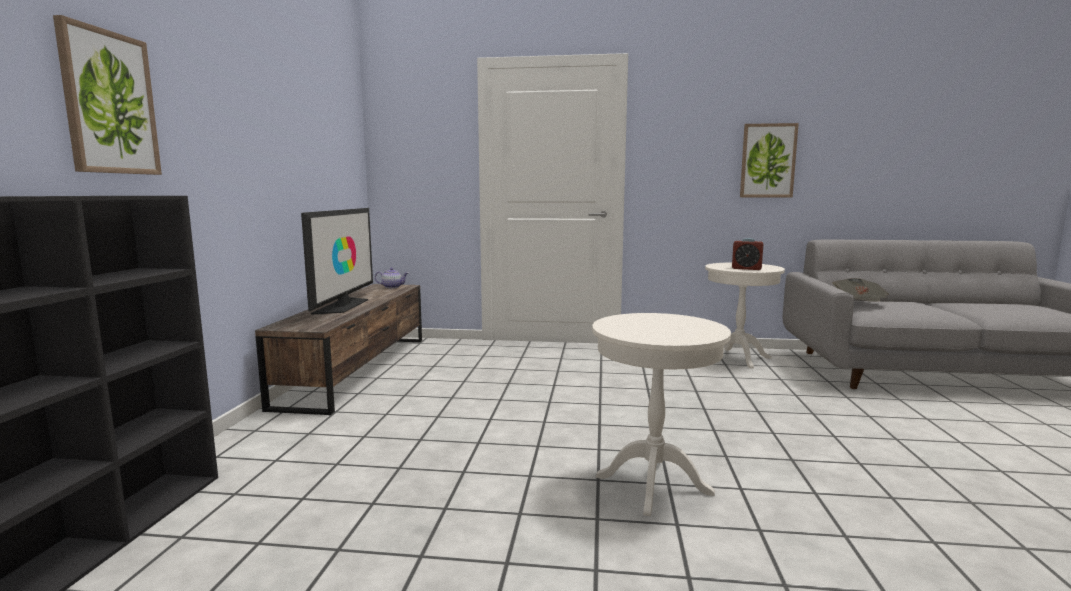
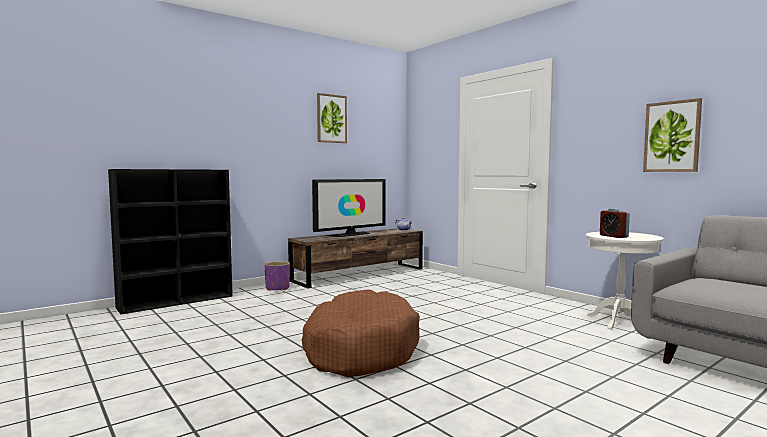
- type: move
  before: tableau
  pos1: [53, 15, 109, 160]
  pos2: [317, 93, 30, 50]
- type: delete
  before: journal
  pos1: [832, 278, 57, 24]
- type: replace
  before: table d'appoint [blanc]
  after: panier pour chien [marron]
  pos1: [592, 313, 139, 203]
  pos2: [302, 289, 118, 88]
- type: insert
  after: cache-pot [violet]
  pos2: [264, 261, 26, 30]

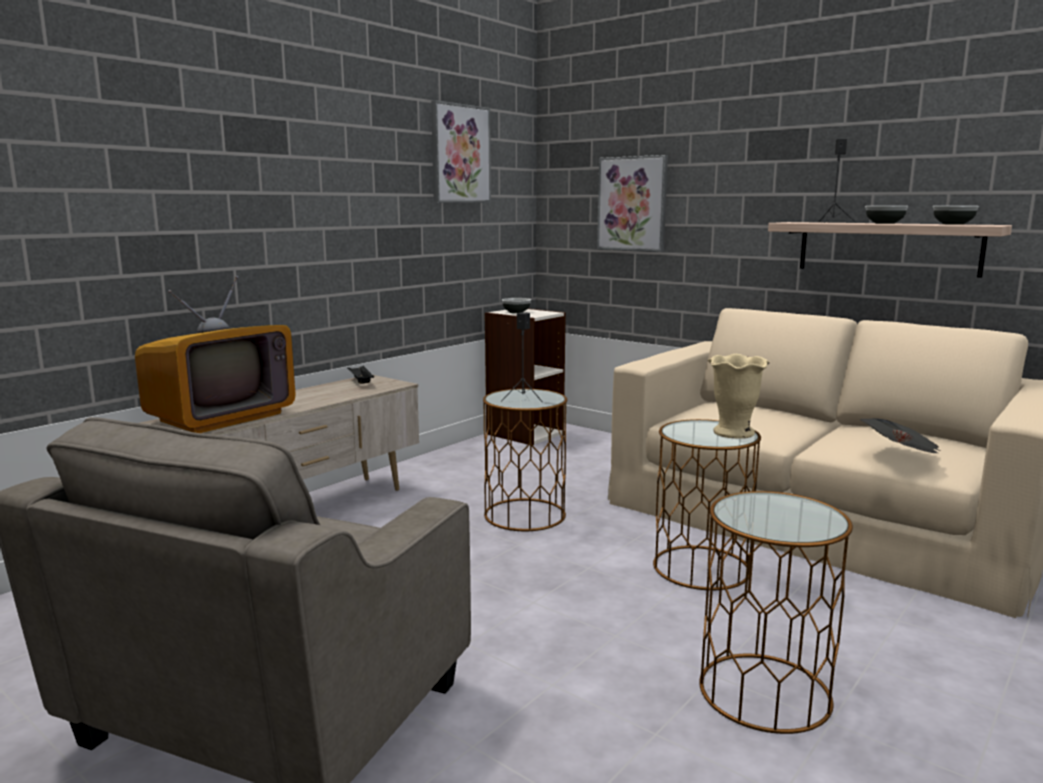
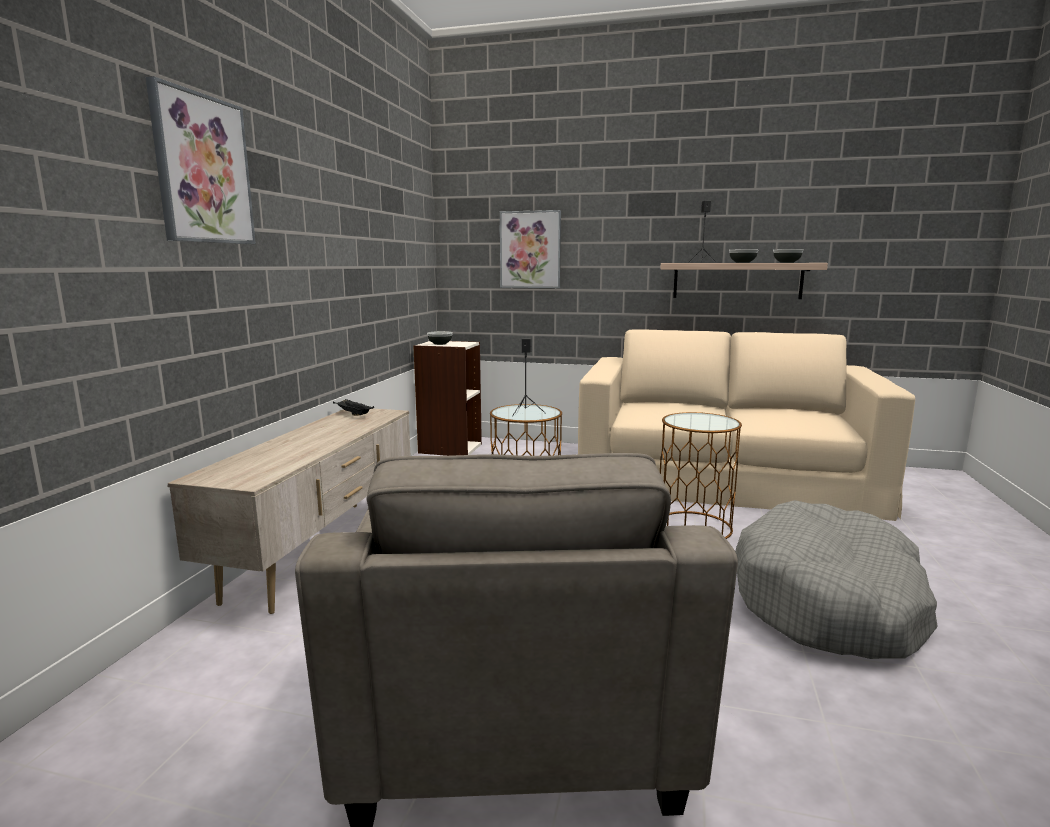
- type: move
  before: tableau
  pos1: [431, 100, 60, 103]
  pos2: [146, 76, 110, 168]
- type: delete
  before: téléviseur
  pos1: [135, 276, 161, 157]
- type: delete
  before: vase [beige]
  pos1: [708, 354, 62, 85]
- type: delete
  before: journal
  pos1: [859, 418, 82, 35]
- type: replace
  before: table d'appoint [marron]
  after: panier pour chien [gris]
  pos1: [699, 491, 154, 243]
  pos2: [735, 500, 203, 159]

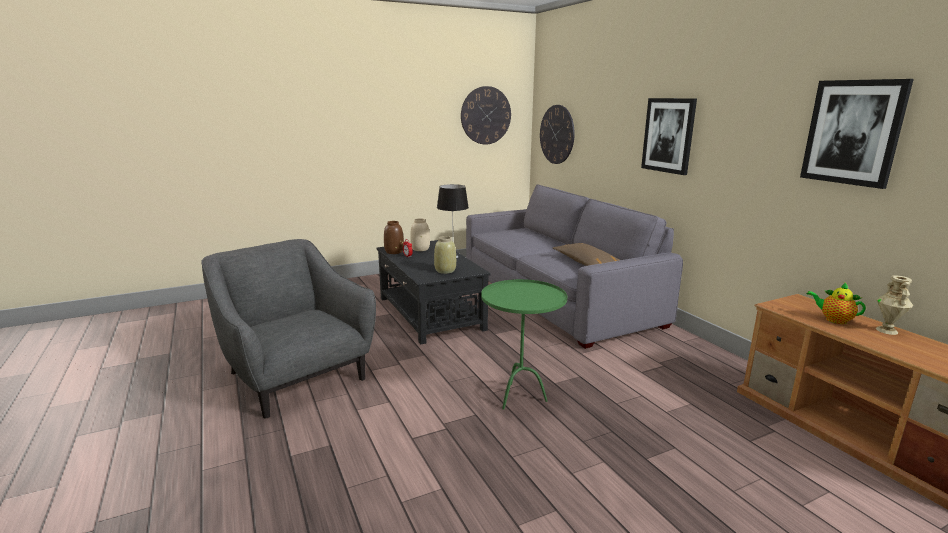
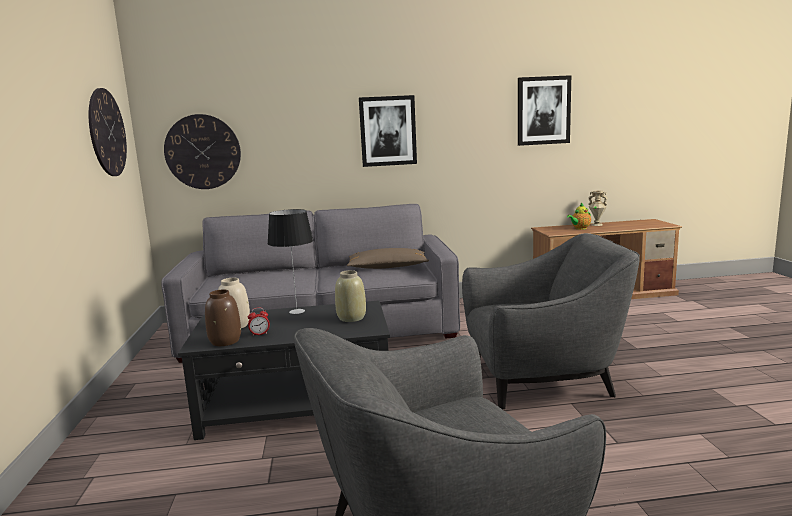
- type: replace
  before: table d'appoint [vert]
  after: fauteuil [gris]
  pos1: [481, 279, 86, 131]
  pos2: [462, 233, 178, 176]

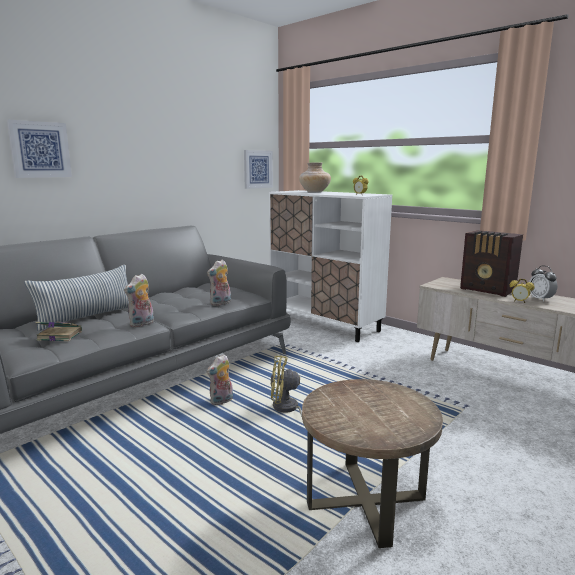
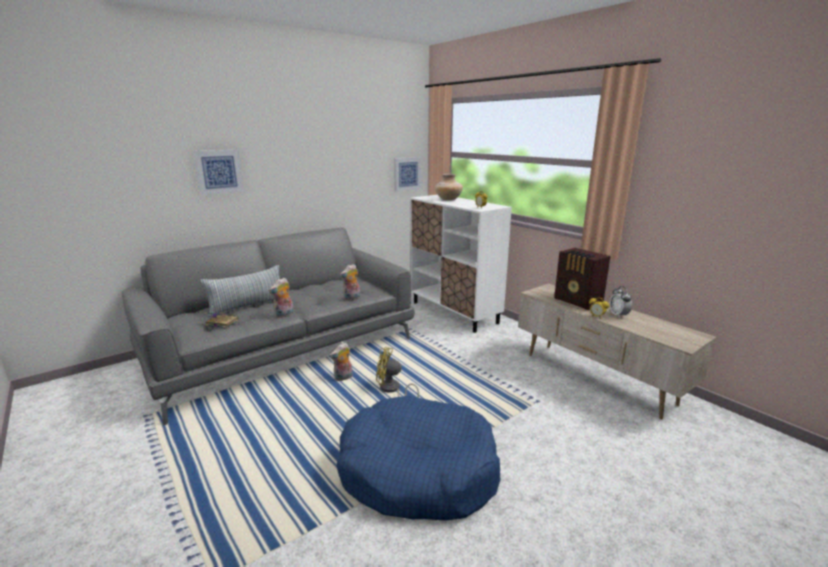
- type: replace
  before: table d'appoint [marron]
  after: panier pour chien [bleu]
  pos1: [302, 379, 141, 169]
  pos2: [336, 396, 164, 125]

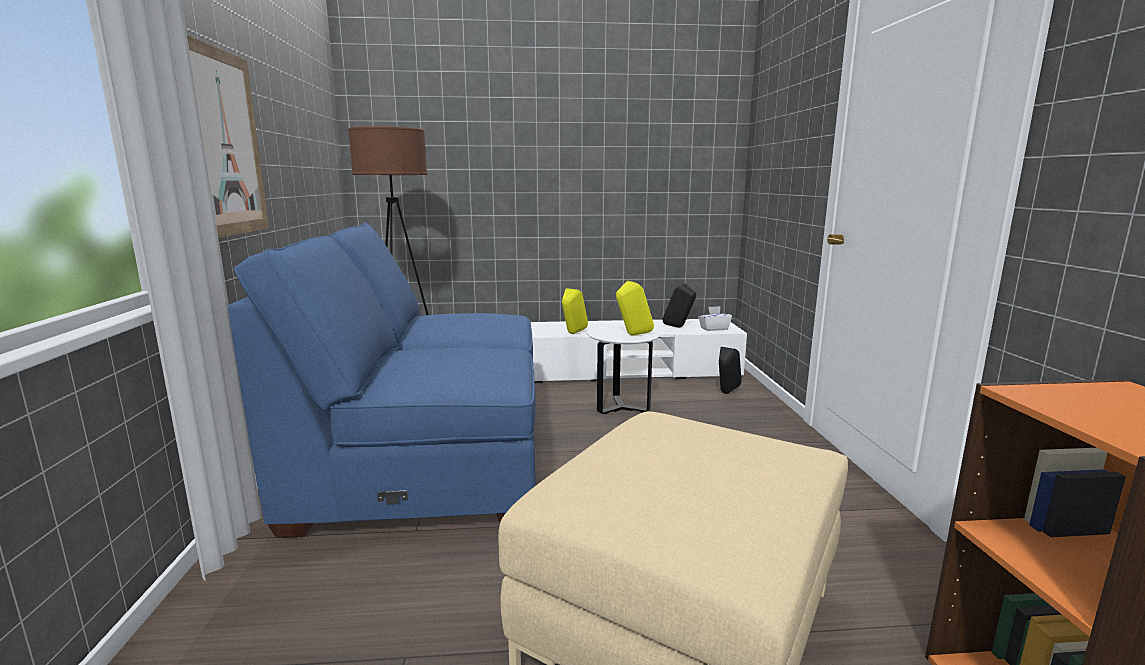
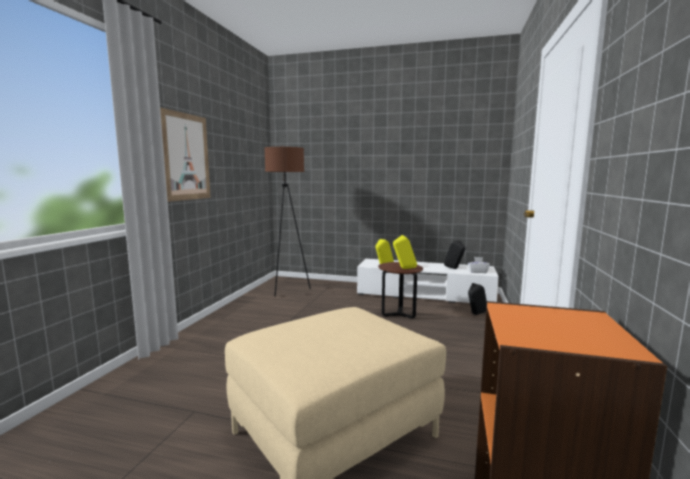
- type: delete
  before: canapé [bleu]
  pos1: [228, 222, 308, 316]
- type: recolor
  before: table d'appoint [blanc]
  after: table d'appoint [marron]
  pos1: [587, 324, 73, 90]
  pos2: [378, 262, 45, 57]

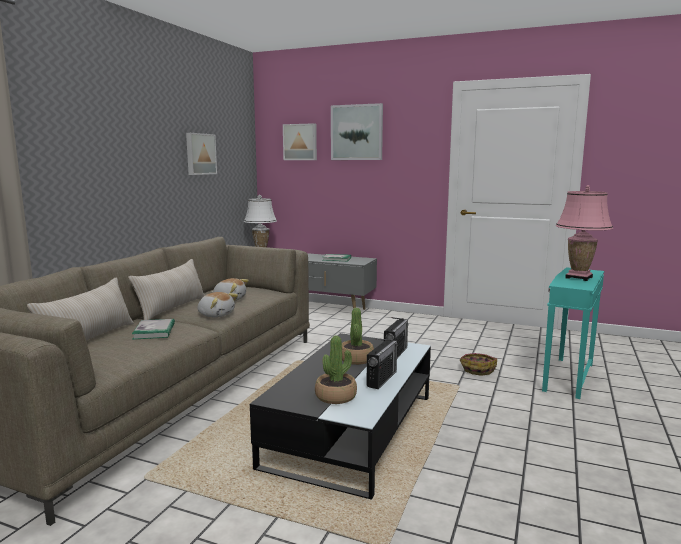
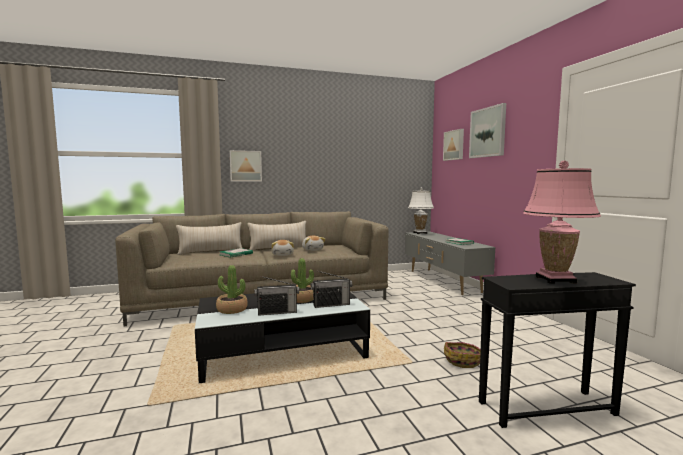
- type: move
  before: tableau
  pos1: [186, 133, 31, 42]
  pos2: [230, 150, 32, 31]
- type: recolor
  before: table d'appoint [turquoise]
  after: table d'appoint [noir]
  pos1: [542, 267, 62, 132]
  pos2: [479, 272, 157, 156]

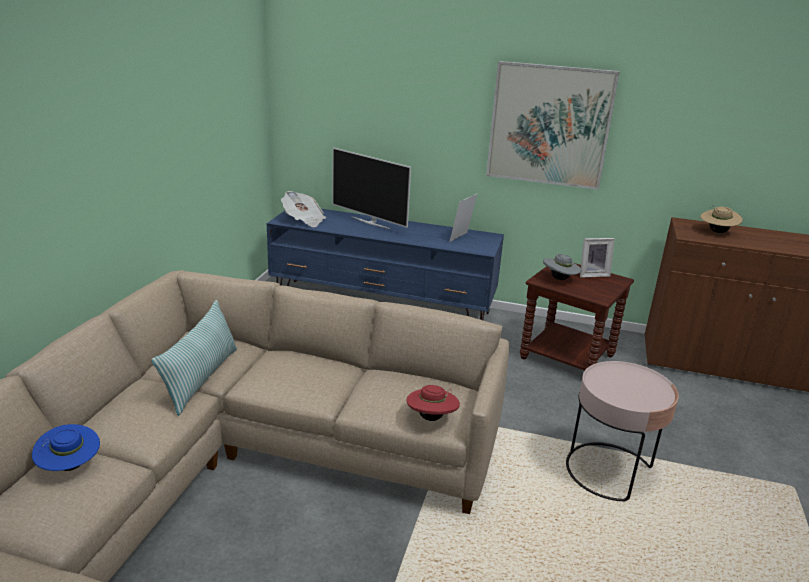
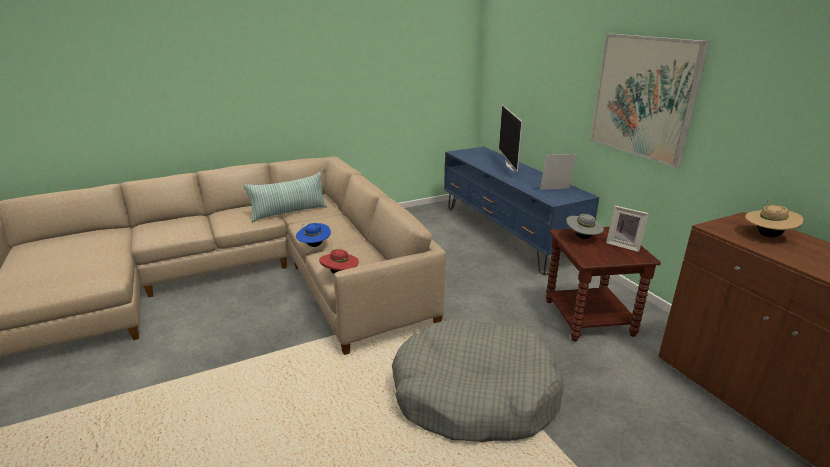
- type: delete
  before: journal
  pos1: [281, 191, 45, 36]
- type: replace
  before: table d'appoint [rose]
  after: panier pour chien [gris]
  pos1: [566, 361, 113, 140]
  pos2: [392, 319, 172, 123]
- type: move
  before: chapeau [bleu]
  pos1: [32, 424, 68, 47]
  pos2: [296, 223, 35, 24]

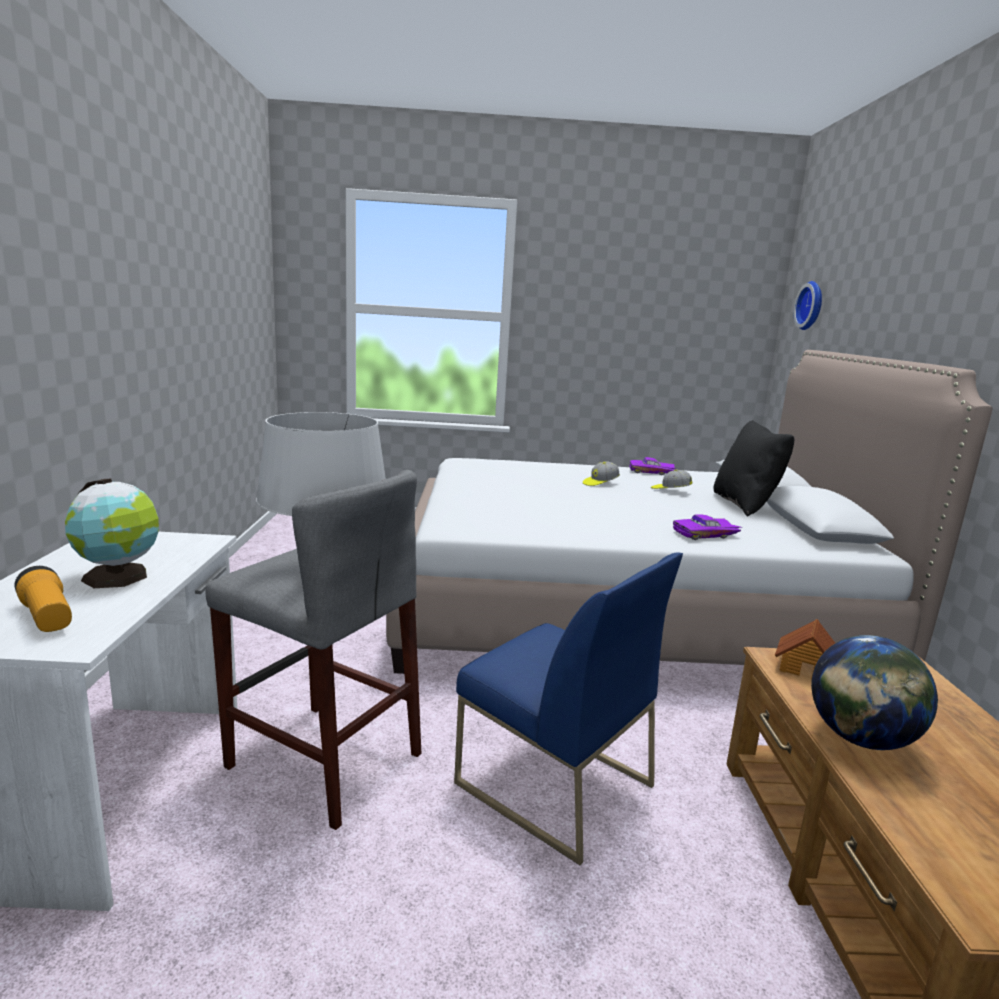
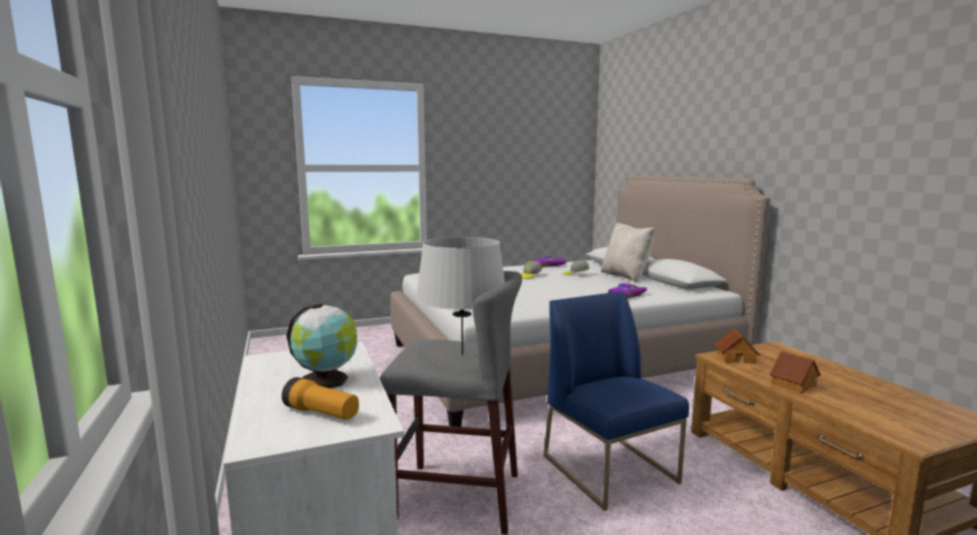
- type: delete
  before: horloge murale
  pos1: [793, 281, 29, 49]
- type: recolor
  before: coussin [noir]
  after: coussin [beige]
  pos1: [713, 420, 82, 97]
  pos2: [601, 222, 54, 60]
- type: rotate
  before: chaise [bleu]
  pos1: [454, 552, 229, 313]
  pos2: [544, 291, 145, 220]
  turn: -135
- type: replace
  before: globe
  after: maison miniature
  pos1: [811, 635, 127, 115]
  pos2: [770, 351, 51, 43]

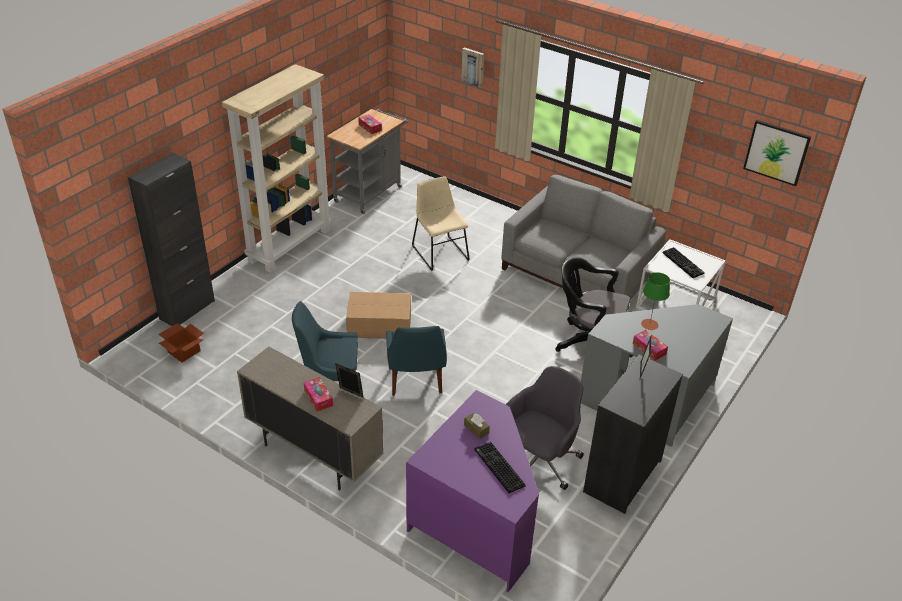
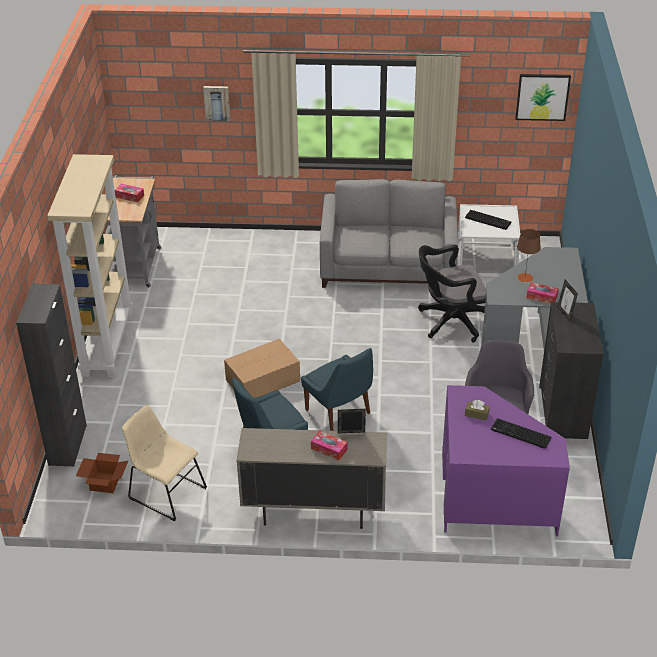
- type: move
  before: chaise [beige]
  pos1: [412, 176, 57, 95]
  pos2: [122, 405, 85, 117]
- type: recolor
  before: lampe de table [vert]
  after: lampe de table [marron]
  pos1: [641, 272, 29, 58]
  pos2: [517, 229, 24, 54]

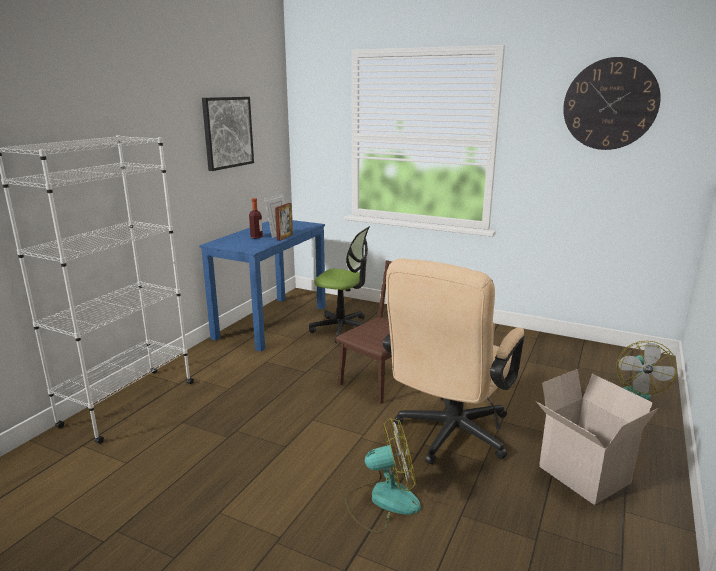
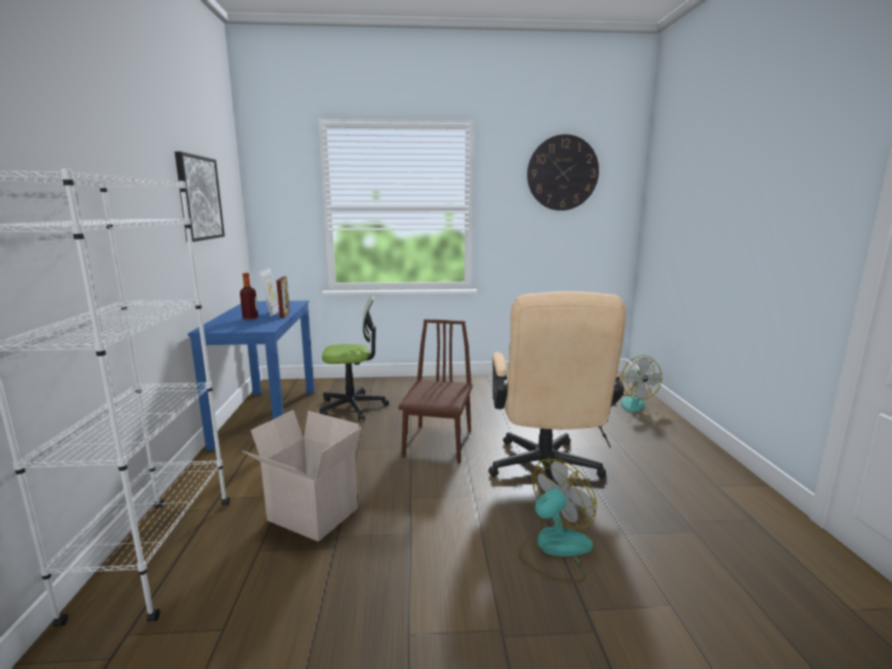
- type: move
  before: carton
  pos1: [536, 369, 122, 136]
  pos2: [242, 410, 119, 132]

